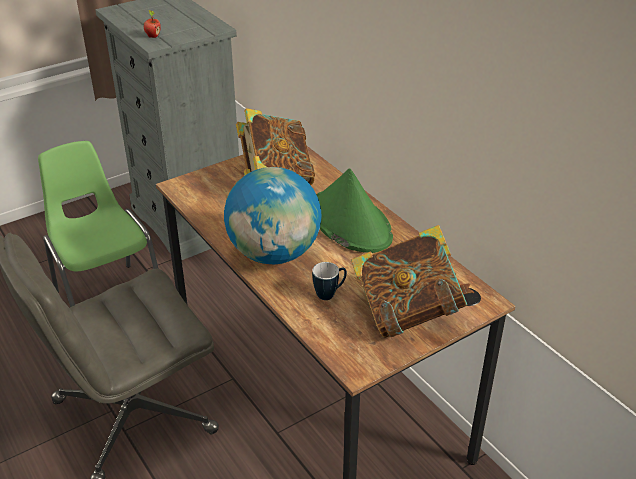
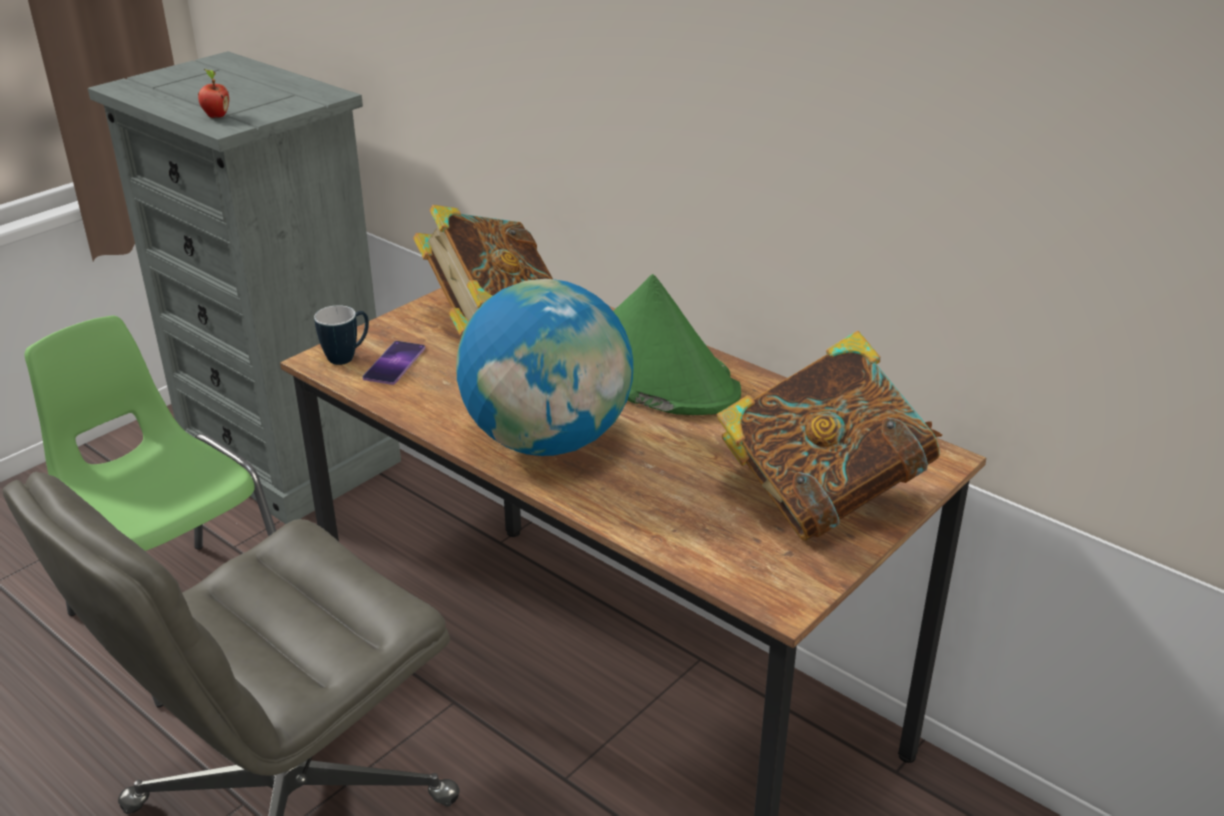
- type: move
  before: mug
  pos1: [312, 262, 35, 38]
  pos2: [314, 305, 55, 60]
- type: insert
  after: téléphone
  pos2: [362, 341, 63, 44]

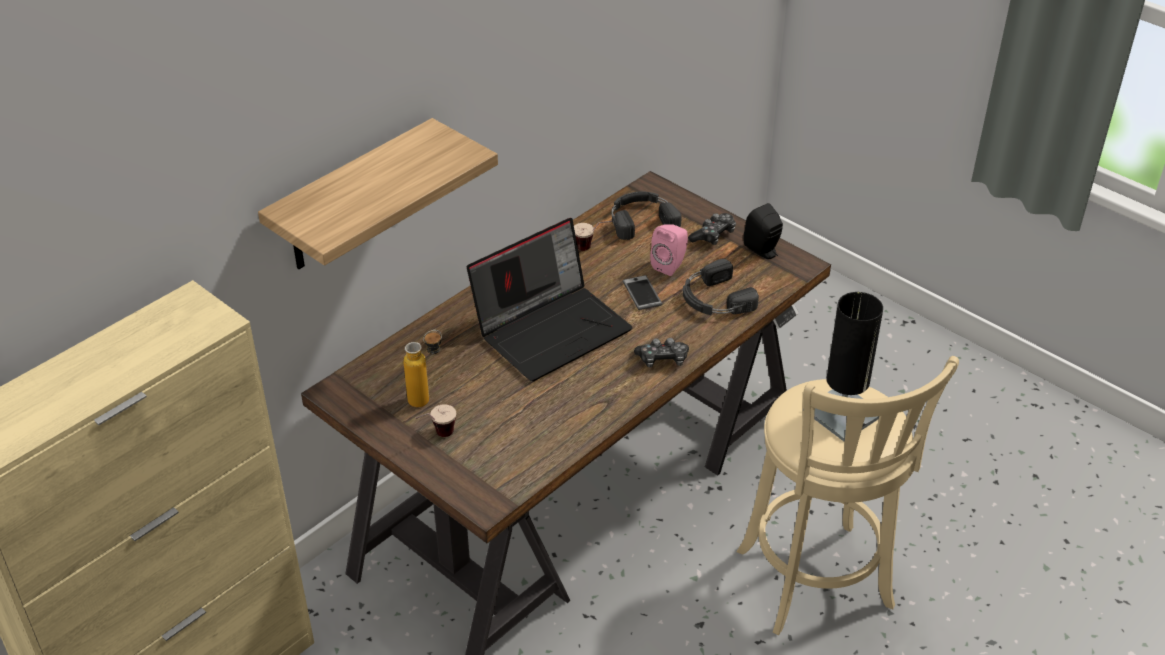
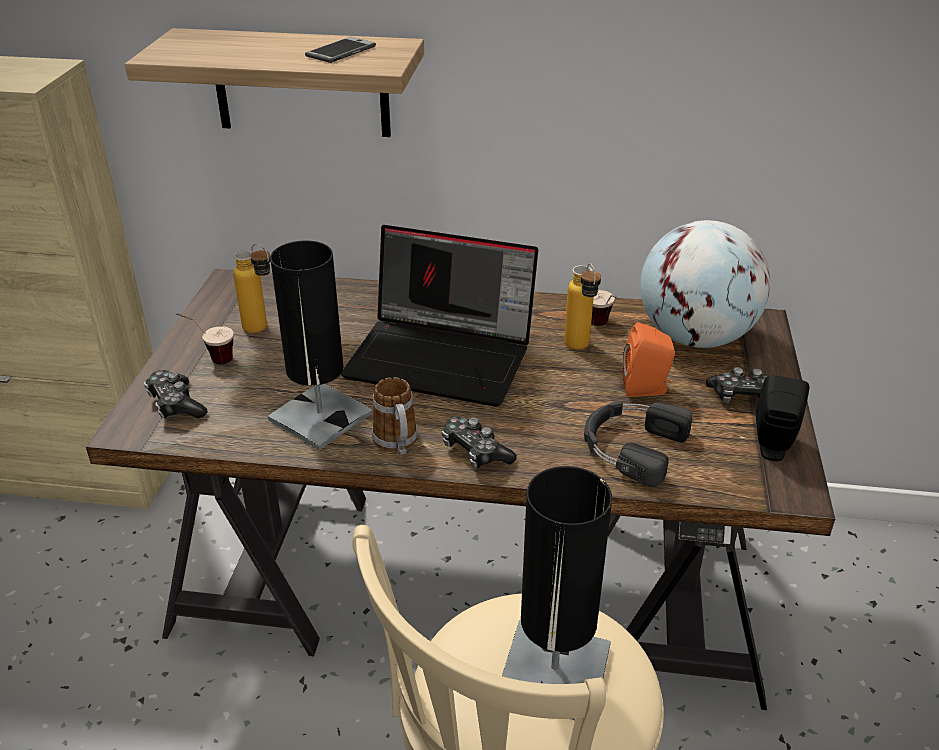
- type: replace
  before: casque audio [noir]
  after: globe
  pos1: [611, 192, 71, 48]
  pos2: [640, 220, 131, 128]
- type: recolor
  before: enceinte [rose]
  after: enceinte [orange]
  pos1: [650, 224, 38, 52]
  pos2: [623, 322, 52, 75]
- type: move
  before: téléphone
  pos1: [623, 275, 39, 35]
  pos2: [305, 37, 71, 26]
- type: insert
  after: lampe de table [noir]
  pos2: [268, 241, 104, 209]
- type: insert
  after: bouteille
  pos2: [564, 263, 37, 87]
- type: insert
  after: manette
  pos2: [144, 370, 64, 49]
- type: insert
  after: mug
  pos2: [372, 377, 46, 78]

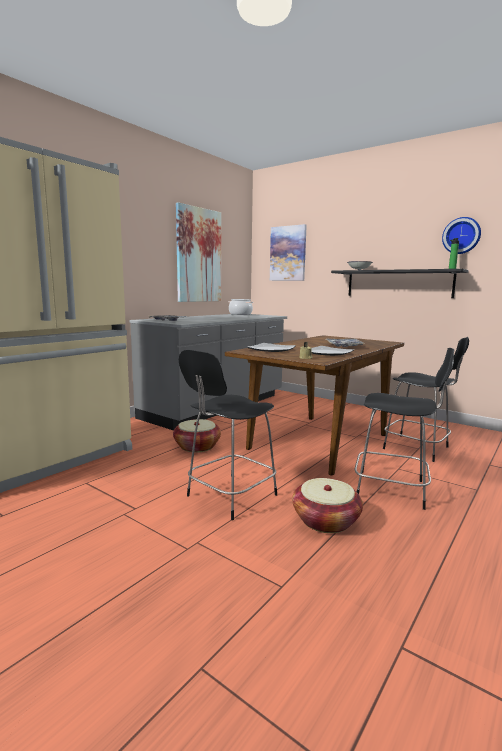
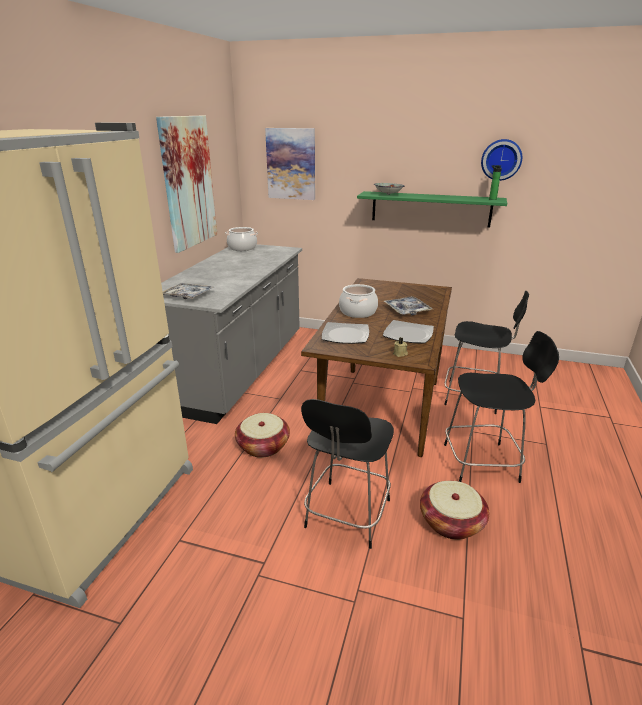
- type: recolor
  before: étagère [noir]
  after: étagère [vert]
  pos1: [331, 269, 137, 29]
  pos2: [357, 191, 150, 37]
- type: insert
  after: marmite
  pos2: [339, 284, 39, 34]

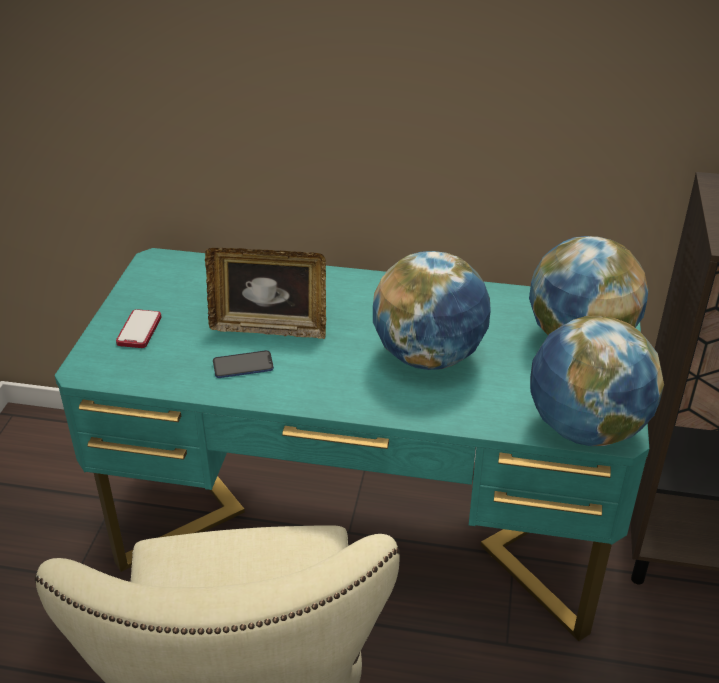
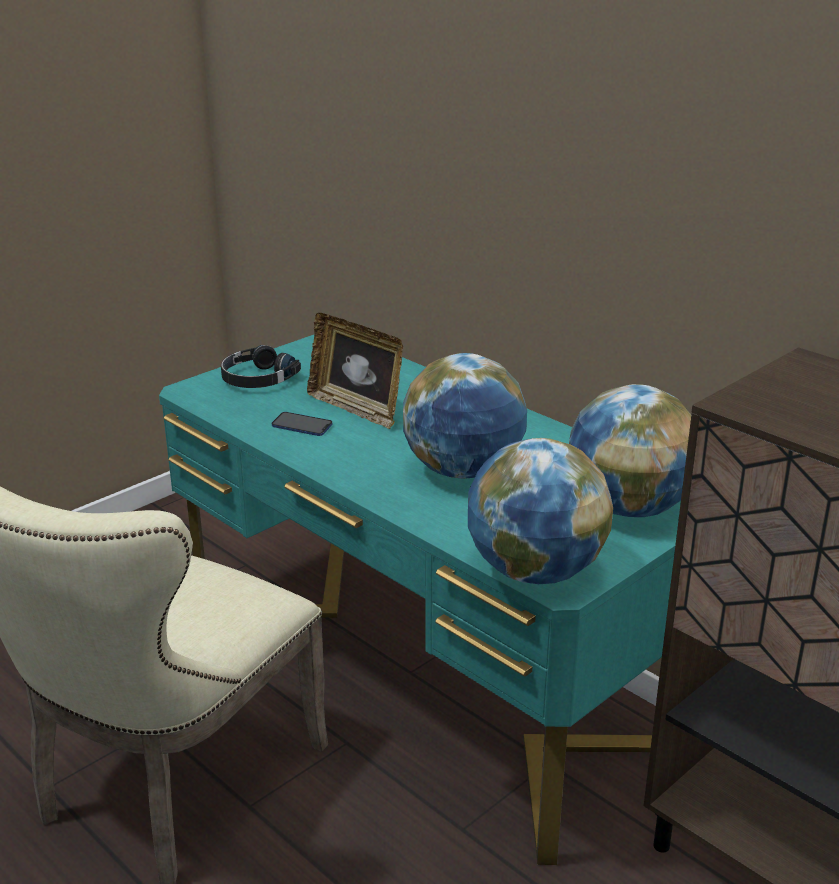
- type: replace
  before: téléphone
  after: casque audio [noir]
  pos1: [116, 309, 46, 39]
  pos2: [221, 345, 80, 43]

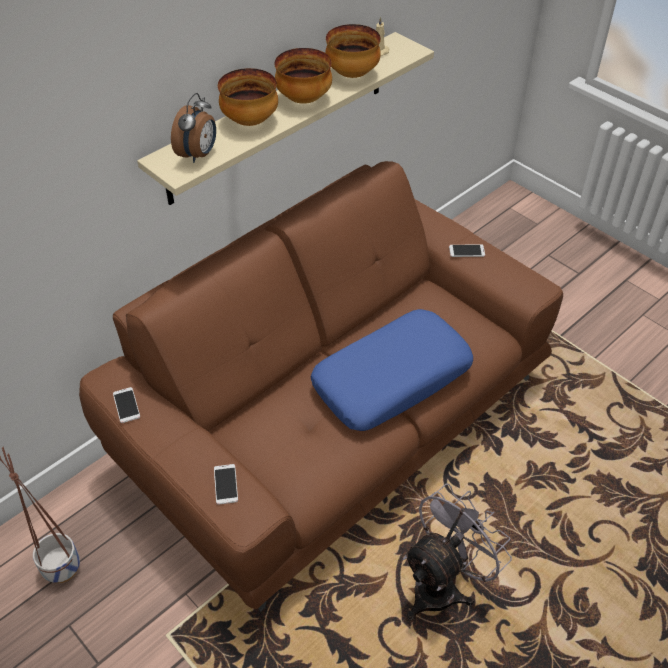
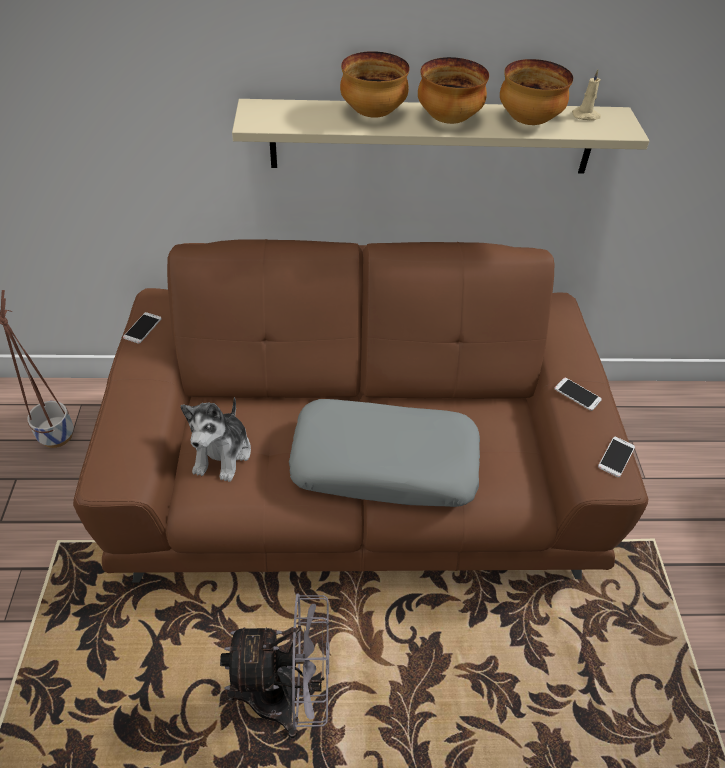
- type: delete
  before: réveil
  pos1: [171, 93, 45, 70]
- type: recolor
  before: coussin [bleu]
  after: coussin [gris]
  pos1: [311, 309, 162, 122]
  pos2: [289, 399, 191, 108]
- type: move
  before: téléphone
  pos1: [214, 464, 24, 41]
  pos2: [598, 437, 37, 40]
- type: insert
  after: peluche
  pos2: [181, 397, 70, 85]

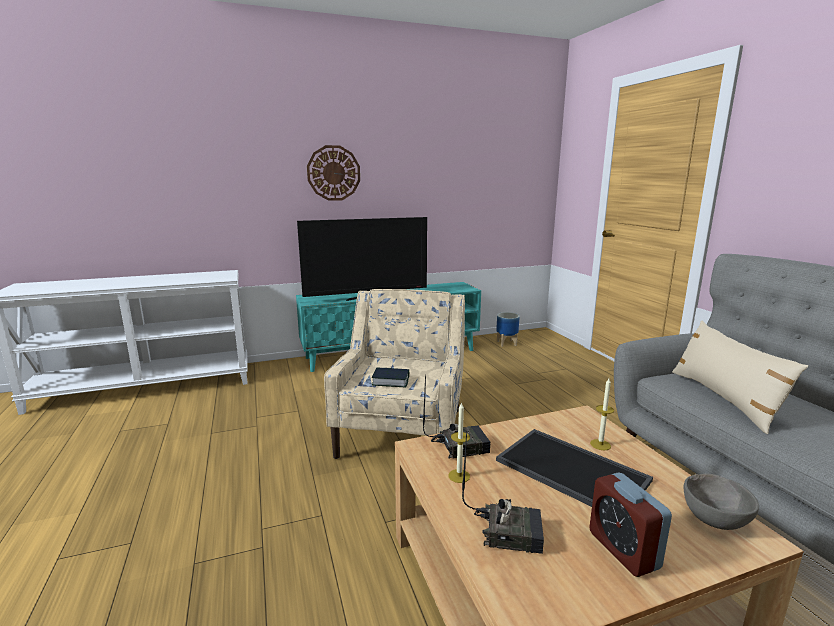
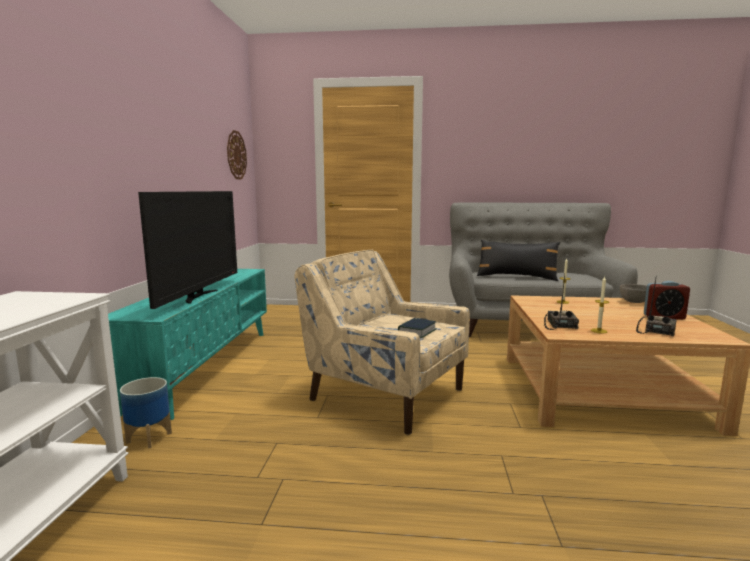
- type: move
  before: horloge murale
  pos1: [307, 145, 53, 56]
  pos2: [227, 130, 20, 50]
- type: move
  before: cache-pot
  pos1: [496, 312, 24, 35]
  pos2: [120, 377, 52, 72]
- type: recolor
  before: coussin [beige]
  after: coussin [noir]
  pos1: [672, 320, 136, 114]
  pos2: [477, 240, 83, 41]
- type: delete
  before: plateau
  pos1: [496, 429, 157, 78]

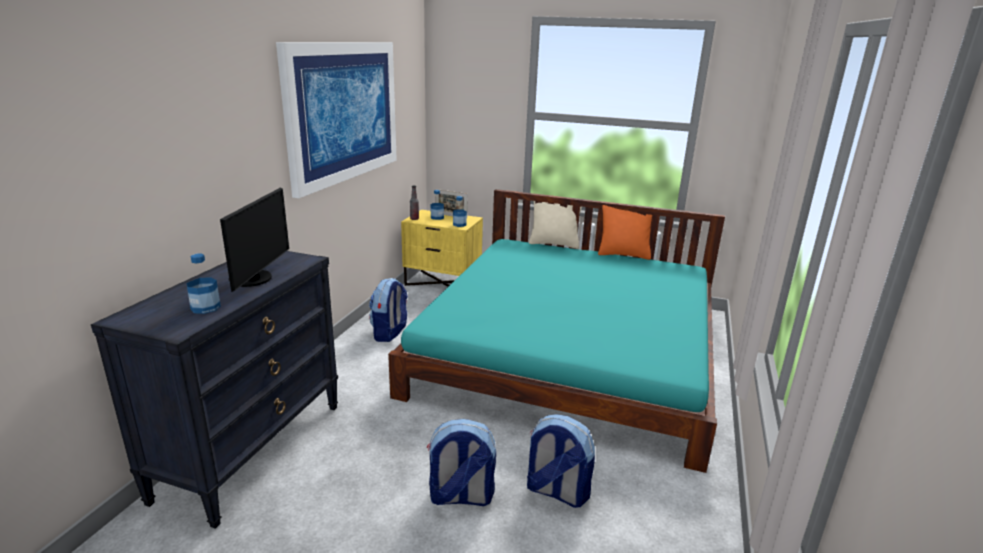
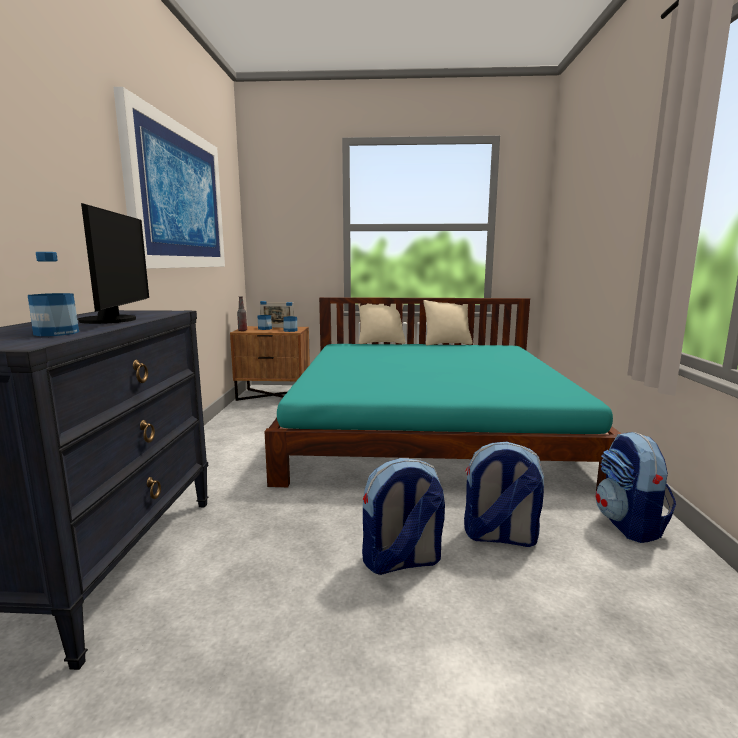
- type: recolor
  before: coussin [orange]
  after: coussin [beige]
  pos1: [598, 205, 54, 55]
  pos2: [423, 300, 49, 45]
- type: recolor
  before: table de chevet [jaune]
  after: table de chevet [marron]
  pos1: [401, 210, 82, 77]
  pos2: [230, 326, 80, 75]
- type: move
  before: sac à dos
  pos1: [369, 278, 39, 64]
  pos2: [595, 432, 81, 111]

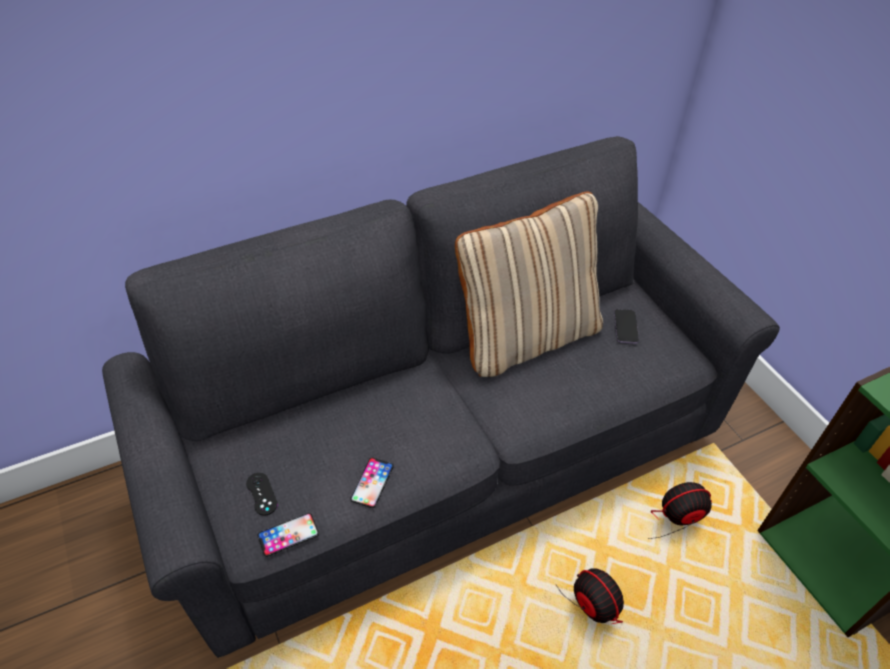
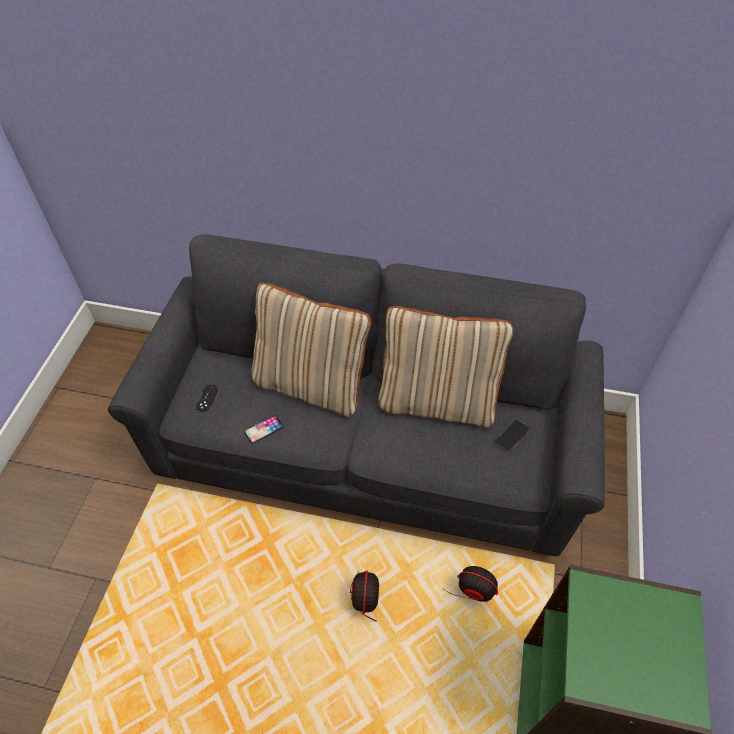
- type: delete
  before: téléphone
  pos1: [257, 513, 62, 44]
- type: insert
  after: coussin [beige]
  pos2: [252, 283, 119, 134]

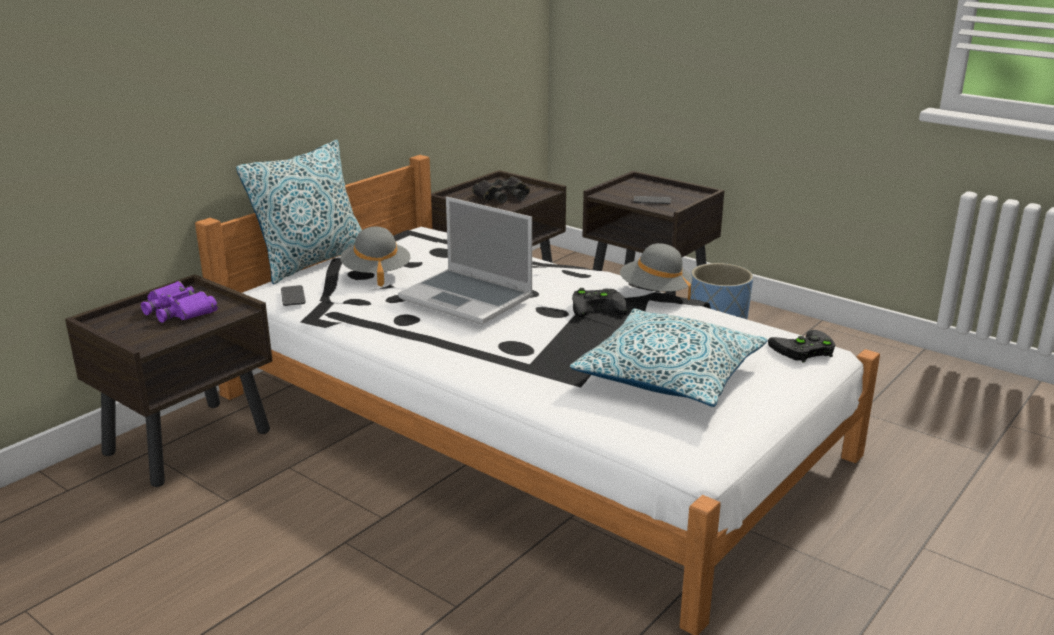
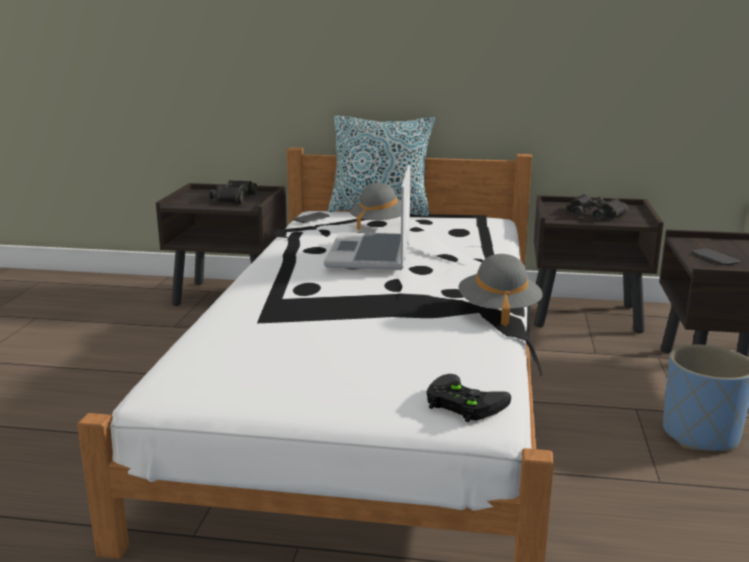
- type: recolor
  before: jumelles [violet]
  after: jumelles [noir]
  pos1: [141, 281, 77, 42]
  pos2: [209, 180, 48, 24]
- type: delete
  before: manette [noir]
  pos1: [572, 288, 55, 29]
- type: delete
  before: coussin
  pos1: [570, 308, 197, 99]

